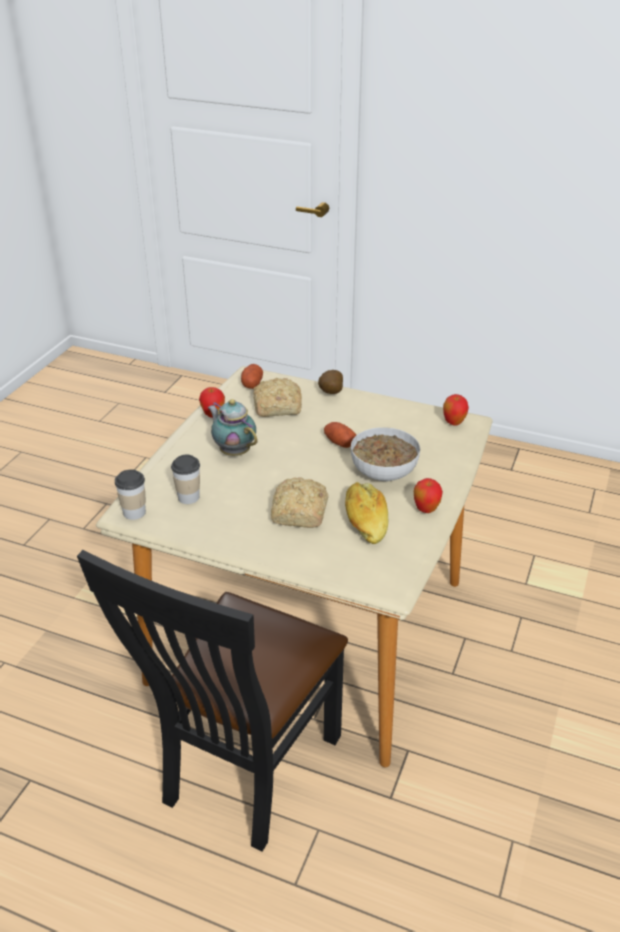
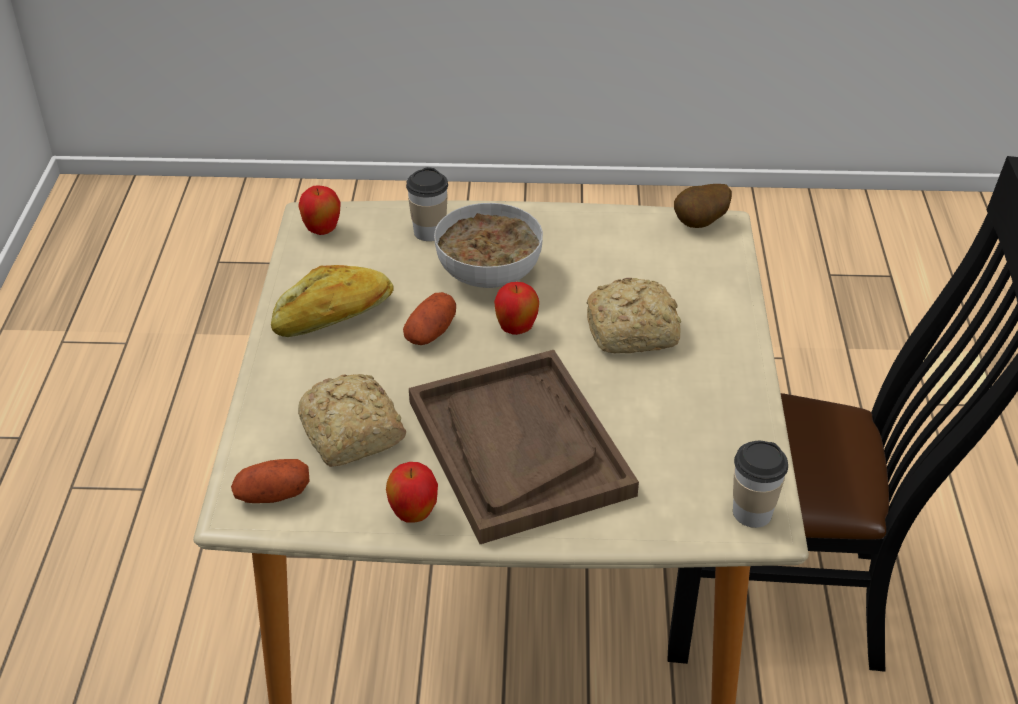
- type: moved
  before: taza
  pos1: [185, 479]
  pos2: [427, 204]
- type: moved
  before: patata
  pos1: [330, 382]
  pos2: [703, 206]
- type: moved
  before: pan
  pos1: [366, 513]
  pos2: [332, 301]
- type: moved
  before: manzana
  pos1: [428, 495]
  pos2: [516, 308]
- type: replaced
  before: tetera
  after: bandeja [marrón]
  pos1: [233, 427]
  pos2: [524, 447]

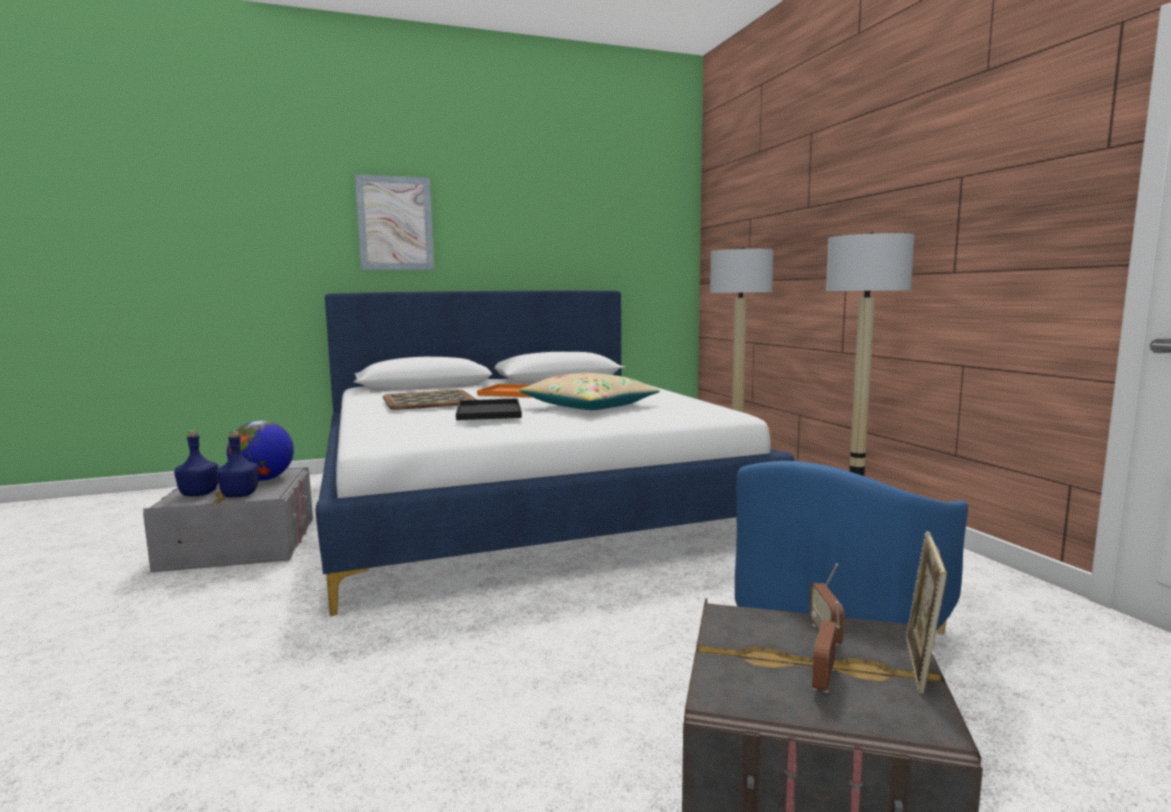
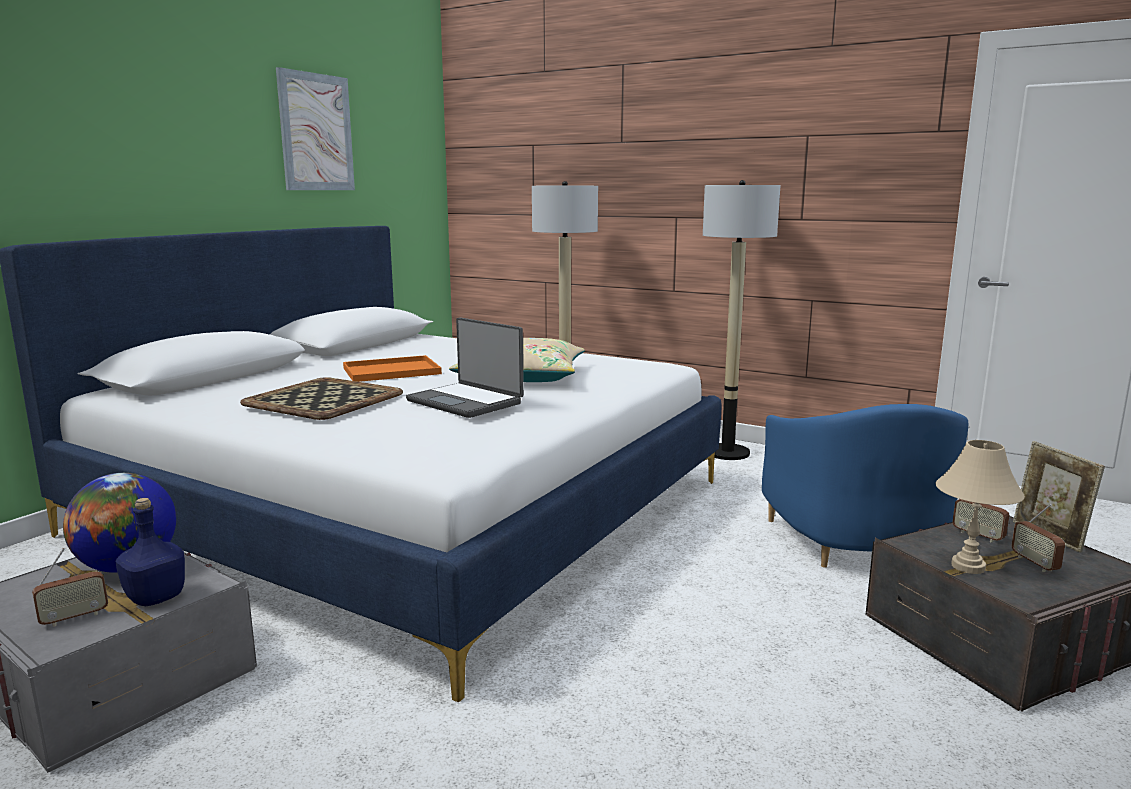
- type: added
  after: lámpara de mesa [beis]
  pos2: [980, 507]
- type: moved
  before: cuadro
  pos1: [394, 222]
  pos2: [315, 128]
- type: replaced
  before: botella [azul]
  after: radio
  pos1: [196, 463]
  pos2: [70, 587]
- type: replaced
  before: bandeja [negro]
  after: portátil
  pos1: [489, 409]
  pos2: [465, 367]

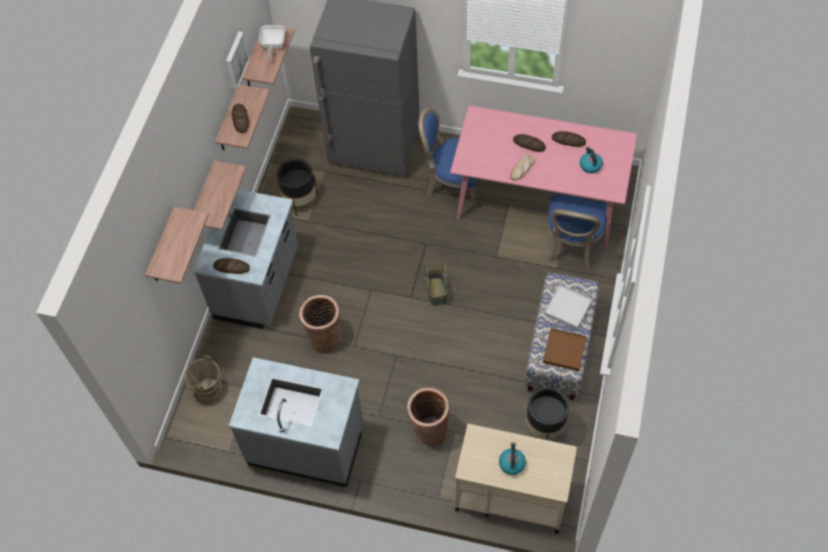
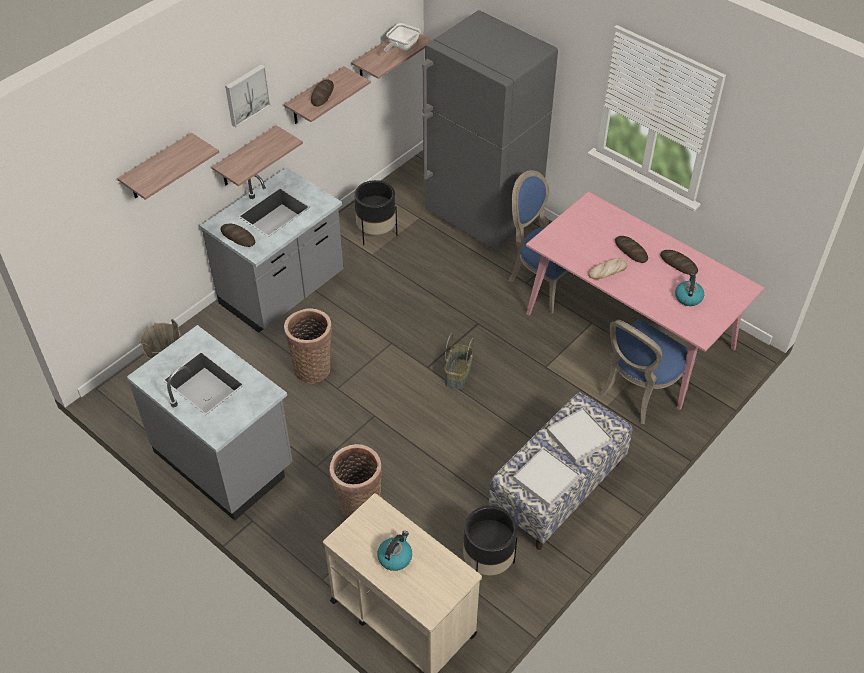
- type: moved
  before: cuadro
  pos1: [238, 60]
  pos2: [248, 95]
- type: recoloured
  before: bandeja [marrón]
  after: bandeja [blanco]
  pos1: [565, 349]
  pos2: [546, 477]

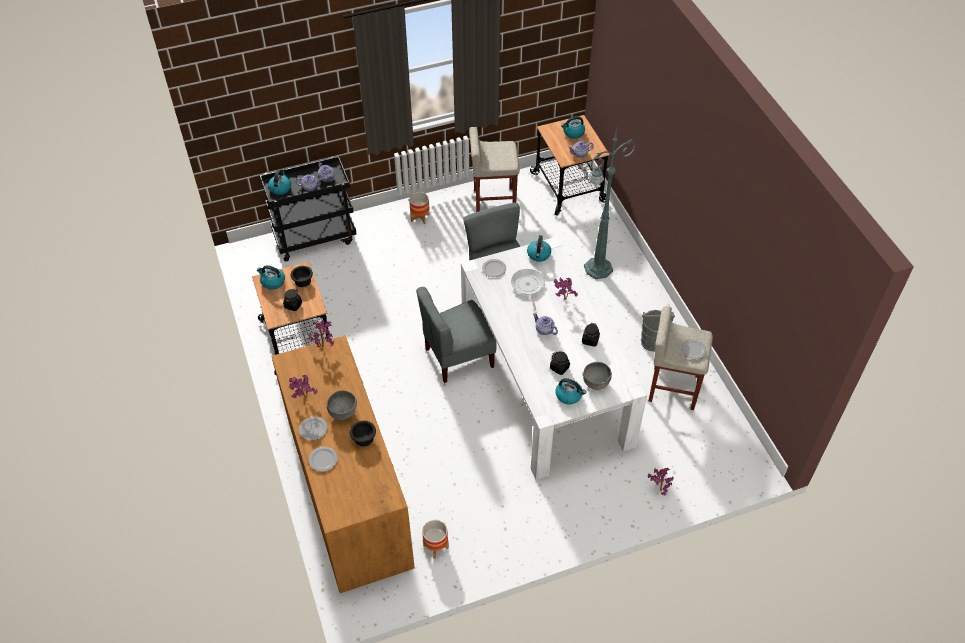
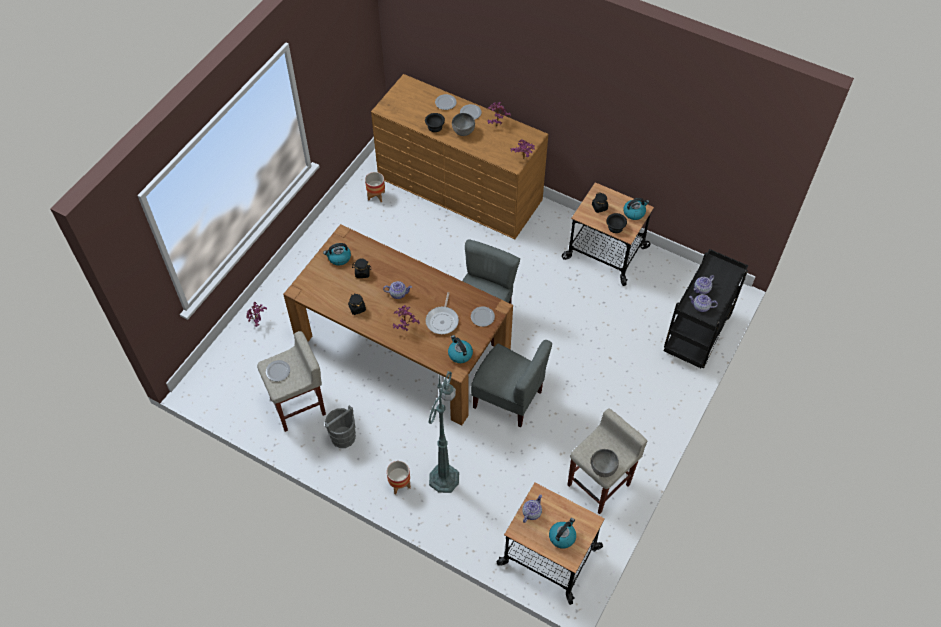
- type: removed
  before: hervidor
  pos1: [279, 182]
- type: moved
  before: maceta
  pos1: [419, 208]
  pos2: [399, 477]
- type: moved
  before: cuenco [gris]
  pos1: [597, 376]
  pos2: [605, 463]
- type: recoloured
  before: mesa de comedor [blanco]
  after: mesa de comedor [marrón]
  pos1: [554, 358]
  pos2: [398, 325]
- type: turned
  before: sartén
  pos1: [528, 289]
  pos2: [442, 313]
  turn: 60

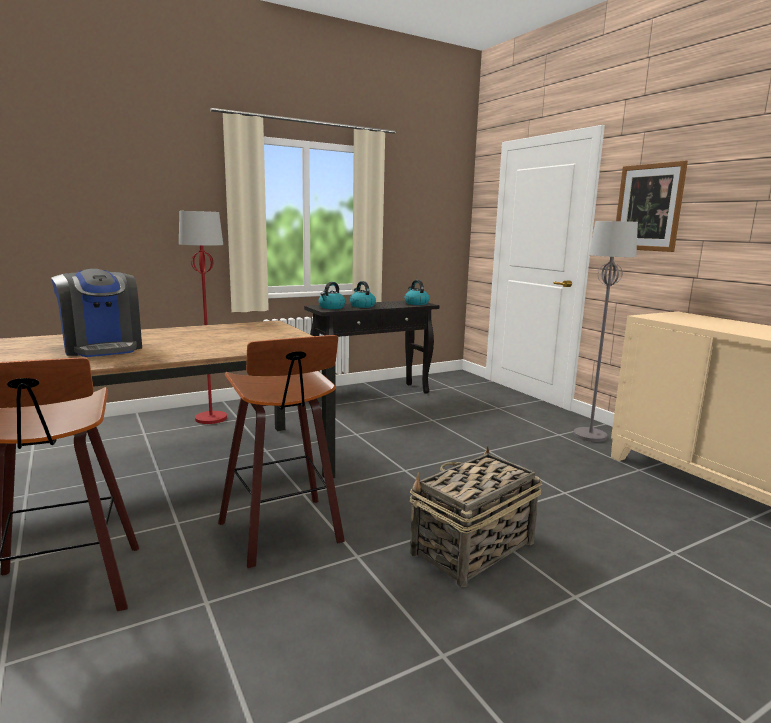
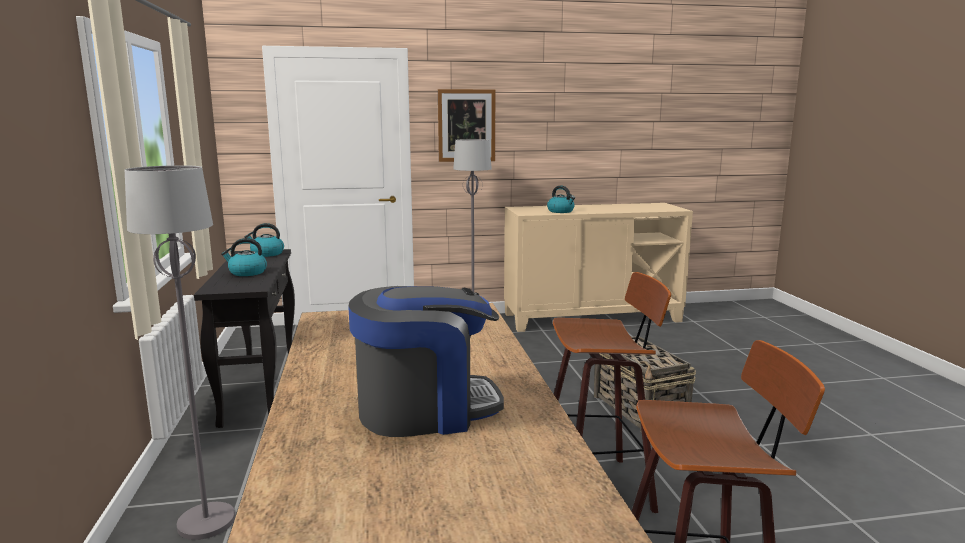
- type: moved
  before: hervidor
  pos1: [331, 295]
  pos2: [561, 199]
- type: recoloured
  before: lámpara de pie [rojo]
  after: lámpara de pie [gris]
  pos1: [203, 317]
  pos2: [180, 352]

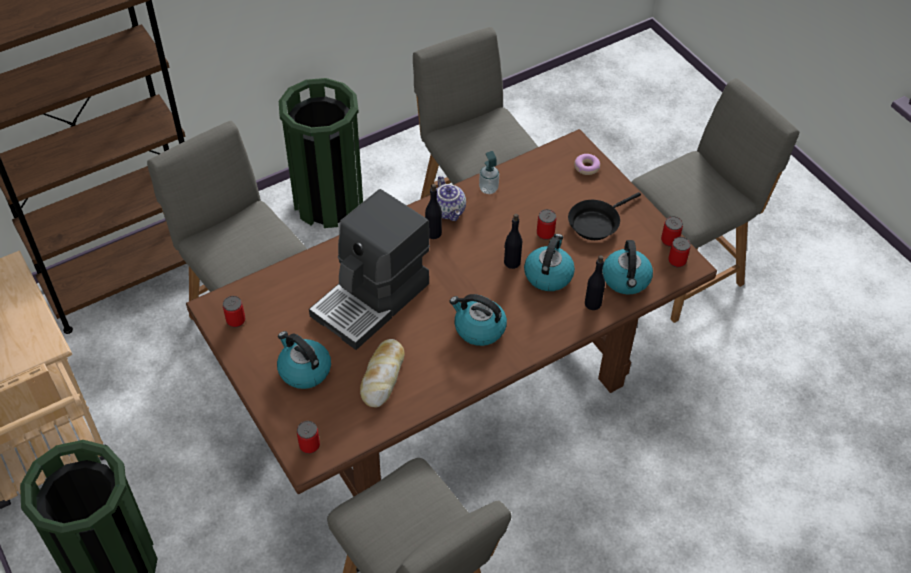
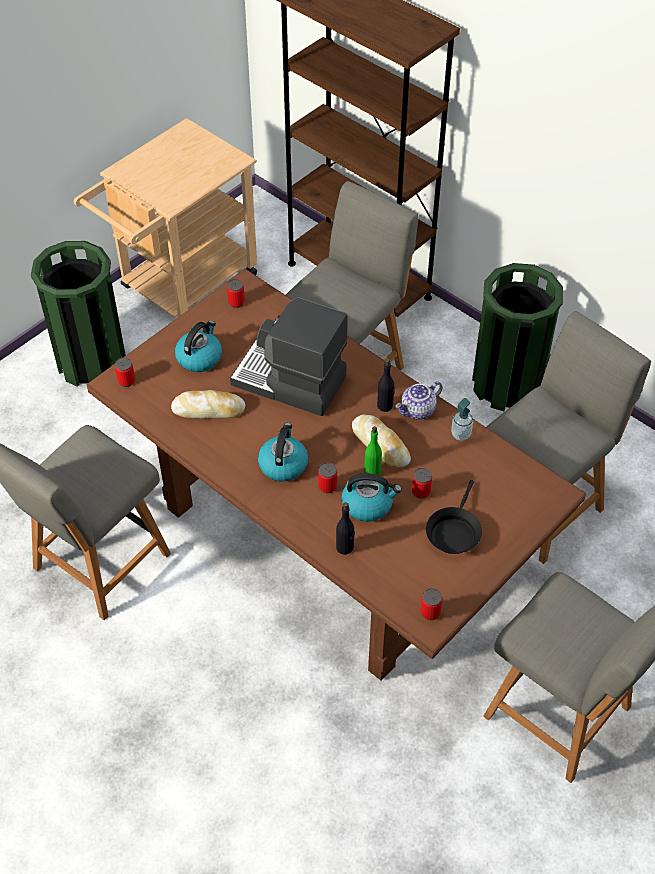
- type: removed
  before: rosquilla
  pos1: [587, 164]
- type: removed
  before: hervidor
  pos1: [627, 267]
- type: added
  after: pan
  pos2: [381, 441]
- type: moved
  before: lata
  pos1: [672, 231]
  pos2: [327, 477]
- type: recoloured
  before: botella [negro]
  after: botella [verde]
  pos1: [513, 241]
  pos2: [373, 450]
- type: turned
  before: sartén [negro]
  pos1: [604, 216]
  pos2: [454, 517]
  turn: -105

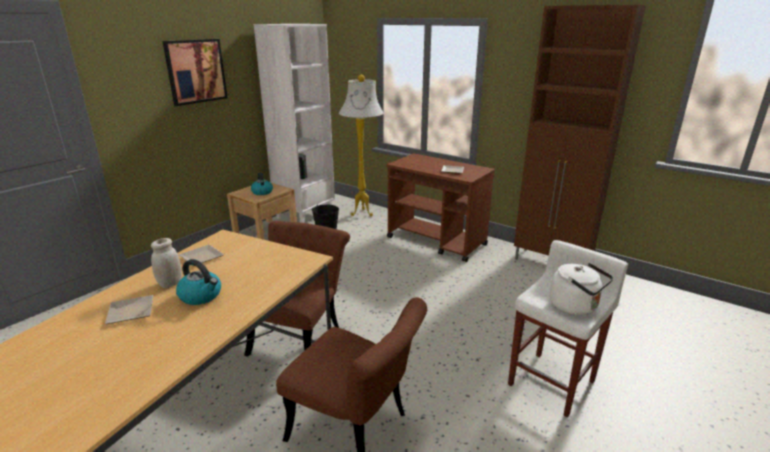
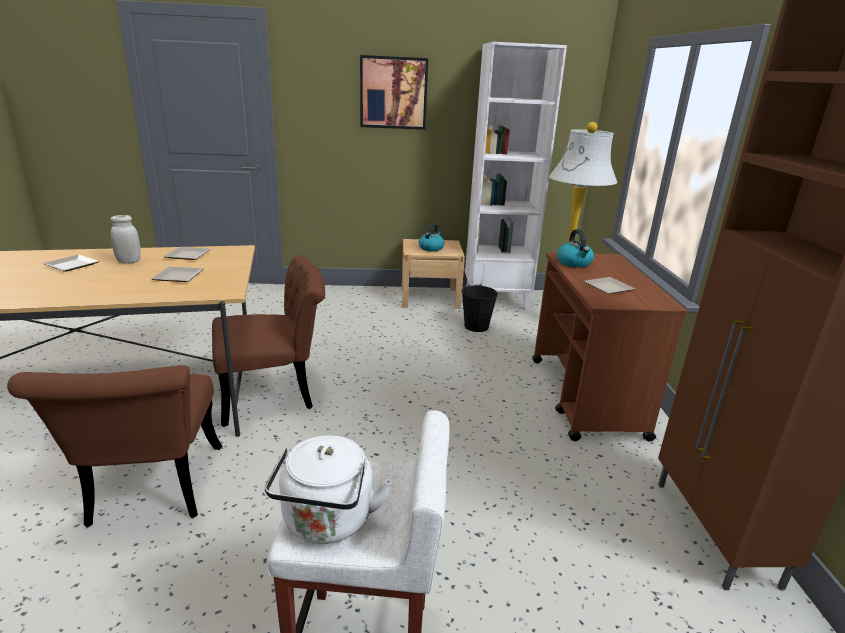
- type: added
  after: plato
  pos2: [177, 274]
- type: moved
  before: hervidor
  pos1: [198, 282]
  pos2: [575, 248]

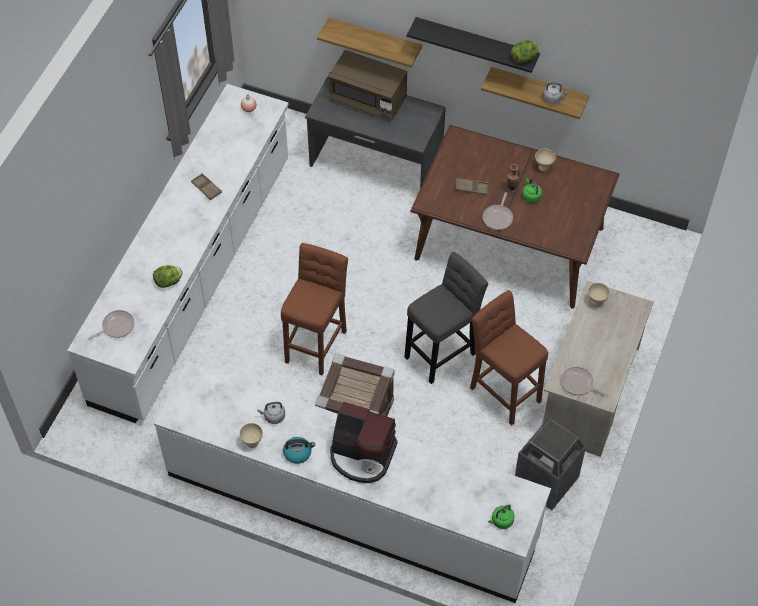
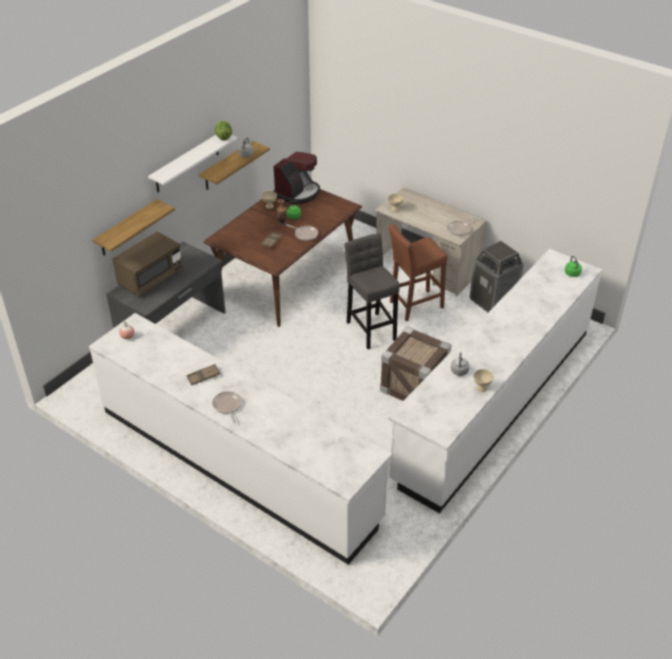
- type: removed
  before: lechuga
  pos1: [168, 276]
- type: removed
  before: taburete [marrón]
  pos1: [314, 309]
- type: removed
  before: hervidor
  pos1: [299, 450]
- type: moved
  before: sartén
  pos1: [111, 325]
  pos2: [227, 407]
- type: moved
  before: cafetera
  pos1: [364, 442]
  pos2: [296, 178]
- type: recoloured
  before: estante [negro]
  after: estante [blanco]
  pos1: [473, 45]
  pos2: [192, 164]

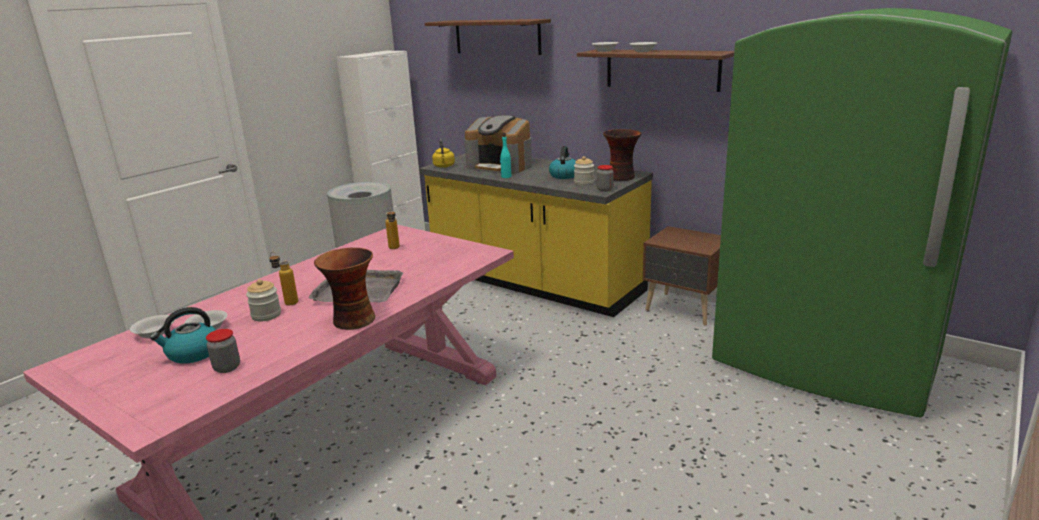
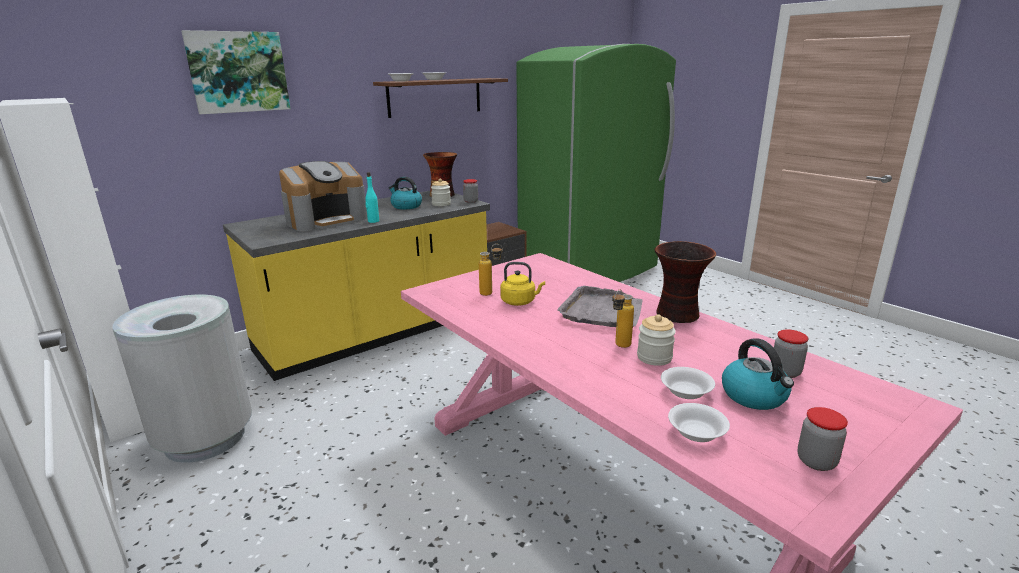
- type: added
  after: tarro
  pos2: [822, 439]
- type: moved
  before: hervidor [amarillo]
  pos1: [443, 153]
  pos2: [522, 284]
- type: replaced
  before: estante [marrón]
  after: cuadro
  pos1: [488, 37]
  pos2: [235, 72]

